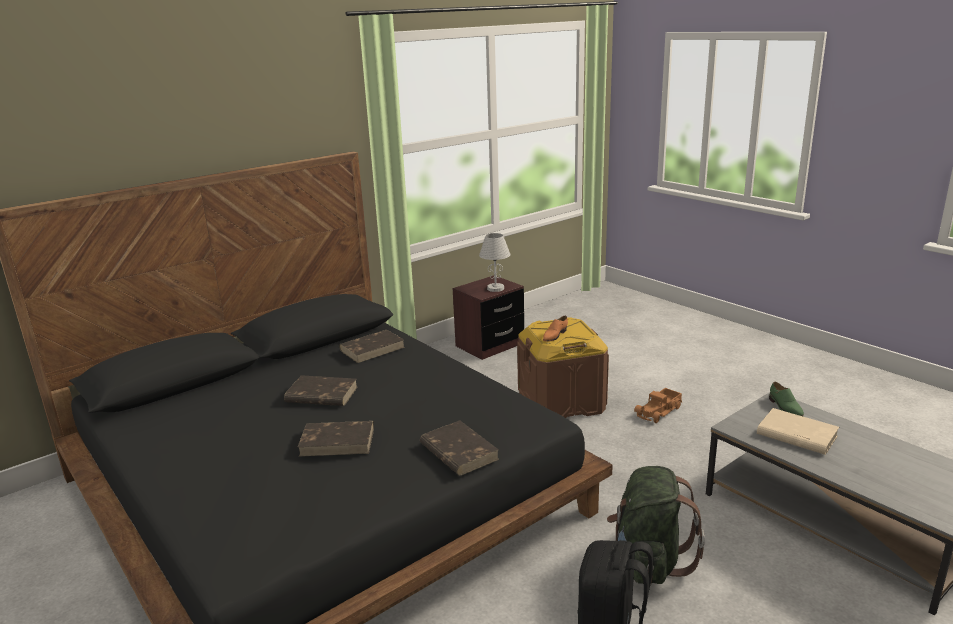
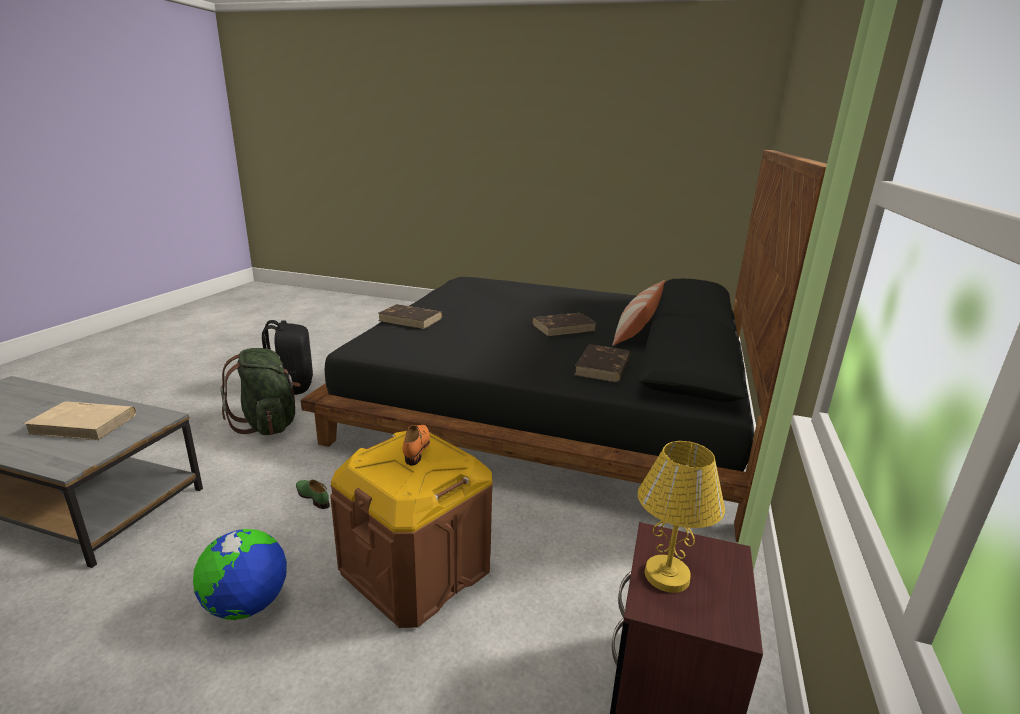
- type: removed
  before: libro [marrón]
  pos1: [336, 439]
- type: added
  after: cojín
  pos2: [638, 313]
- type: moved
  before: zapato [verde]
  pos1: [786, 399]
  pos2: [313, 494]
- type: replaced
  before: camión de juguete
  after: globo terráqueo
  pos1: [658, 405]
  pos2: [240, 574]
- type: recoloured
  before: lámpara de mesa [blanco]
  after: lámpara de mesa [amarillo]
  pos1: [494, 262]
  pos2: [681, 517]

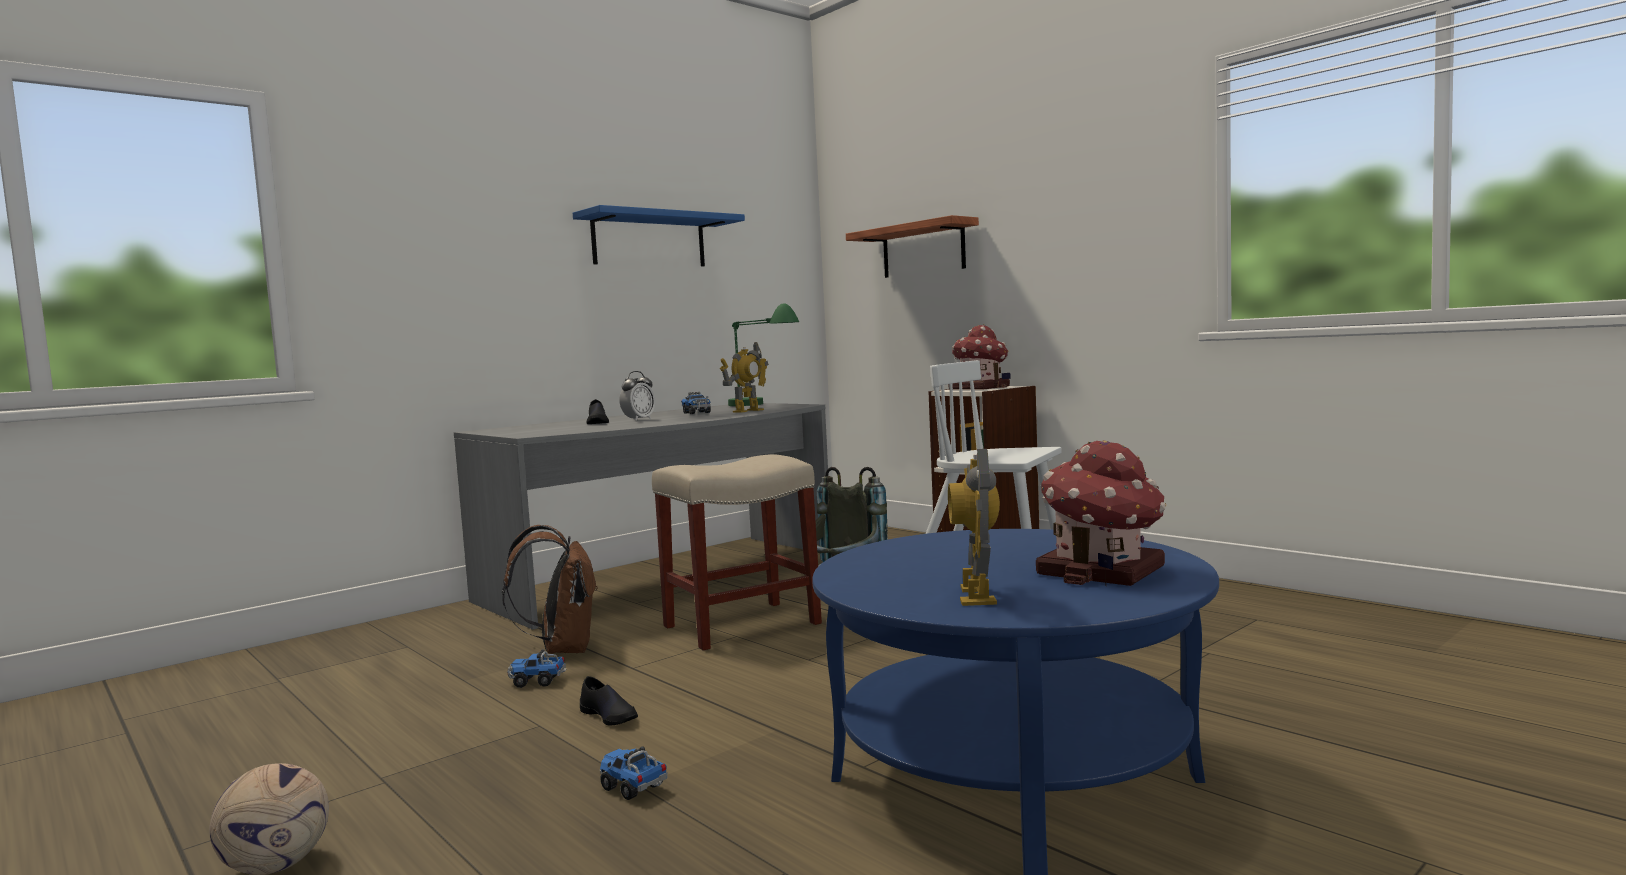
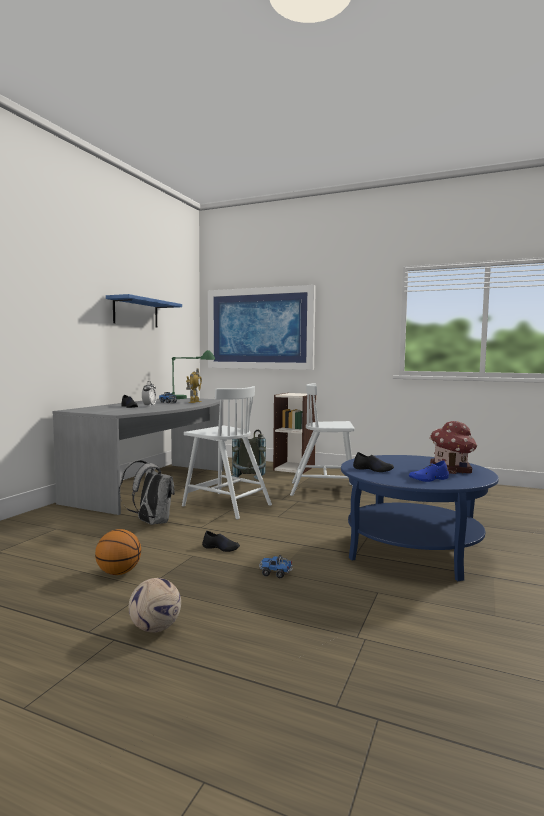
- type: removed
  before: camión de juguete
  pos1: [537, 669]
- type: removed
  before: casita
  pos1: [979, 357]
- type: added
  after: balón de baloncesto
  pos2: [118, 552]
- type: added
  after: zapato [negro]
  pos2: [373, 462]
- type: replaced
  before: taburete [beis]
  after: silla [blanco]
  pos1: [737, 552]
  pos2: [227, 452]
- type: replaced
  before: estante
  after: cuadro
  pos1: [912, 246]
  pos2: [262, 327]
- type: replaced
  before: robot de juguete
  after: zapato [azul]
  pos1: [974, 527]
  pos2: [429, 471]
- type: recoloured
  before: mochila [marrón]
  after: mochila [gris]
  pos1: [550, 589]
  pos2: [147, 492]

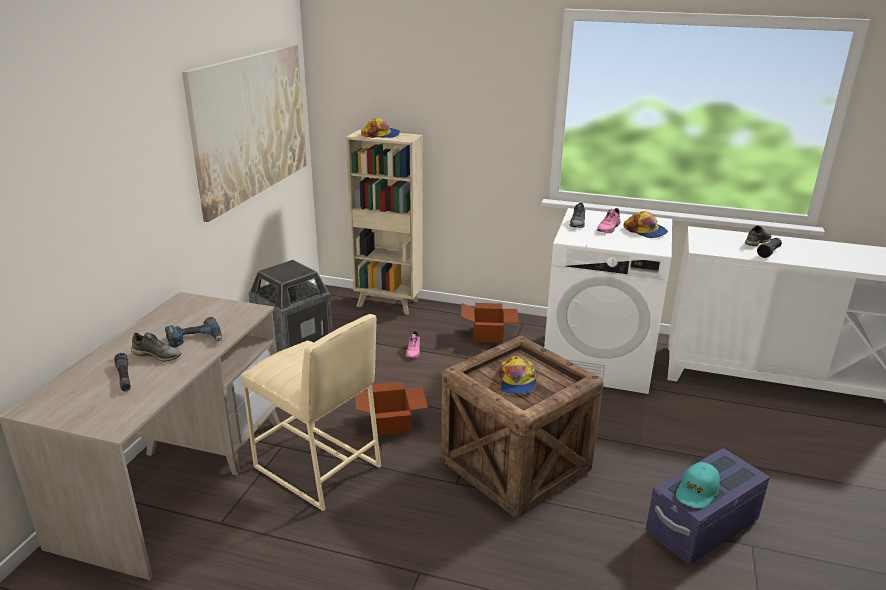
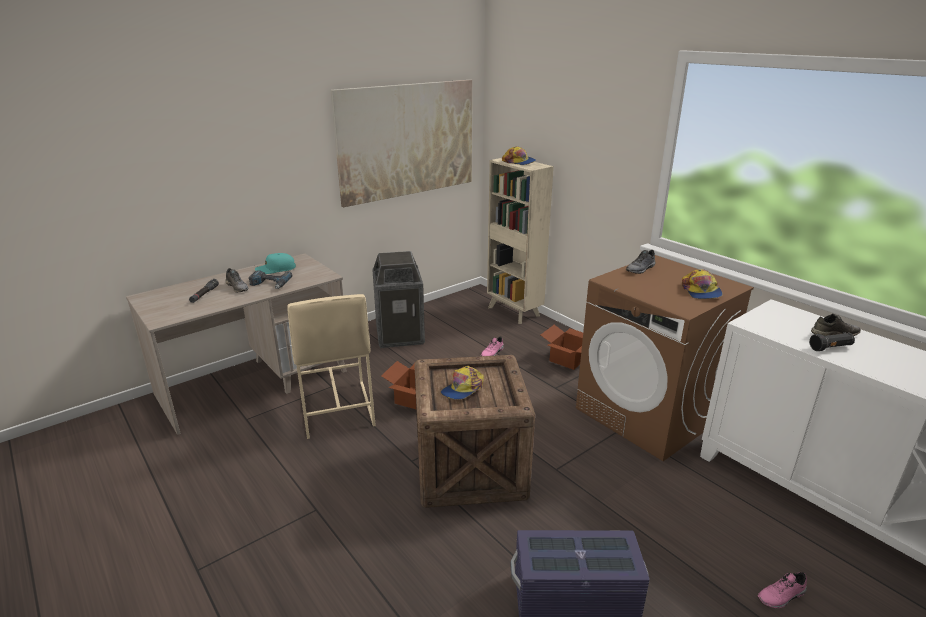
- type: moved
  before: zapato [rosa]
  pos1: [608, 220]
  pos2: [782, 590]
- type: moved
  before: gorra [turquesa]
  pos1: [698, 485]
  pos2: [275, 263]
- type: recoloured
  before: lavadora [blanco]
  after: lavadora [marrón]
  pos1: [608, 301]
  pos2: [665, 358]

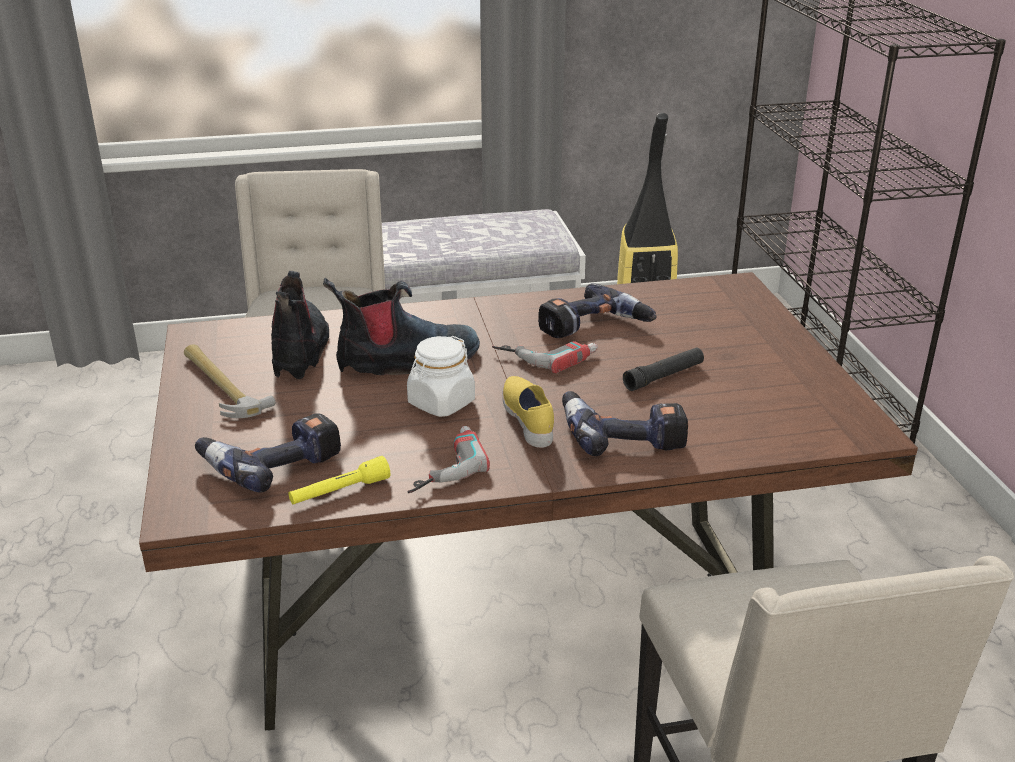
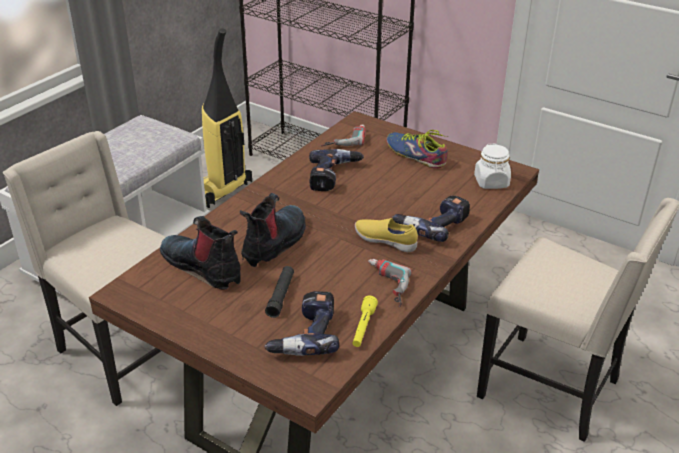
- type: removed
  before: martillo
  pos1: [229, 381]
- type: added
  after: zapato
  pos2: [417, 149]
- type: moved
  before: tarro [blanco]
  pos1: [441, 376]
  pos2: [492, 166]
- type: moved
  before: taladro
  pos1: [545, 357]
  pos2: [343, 135]
- type: moved
  before: linterna [negro]
  pos1: [663, 369]
  pos2: [279, 292]

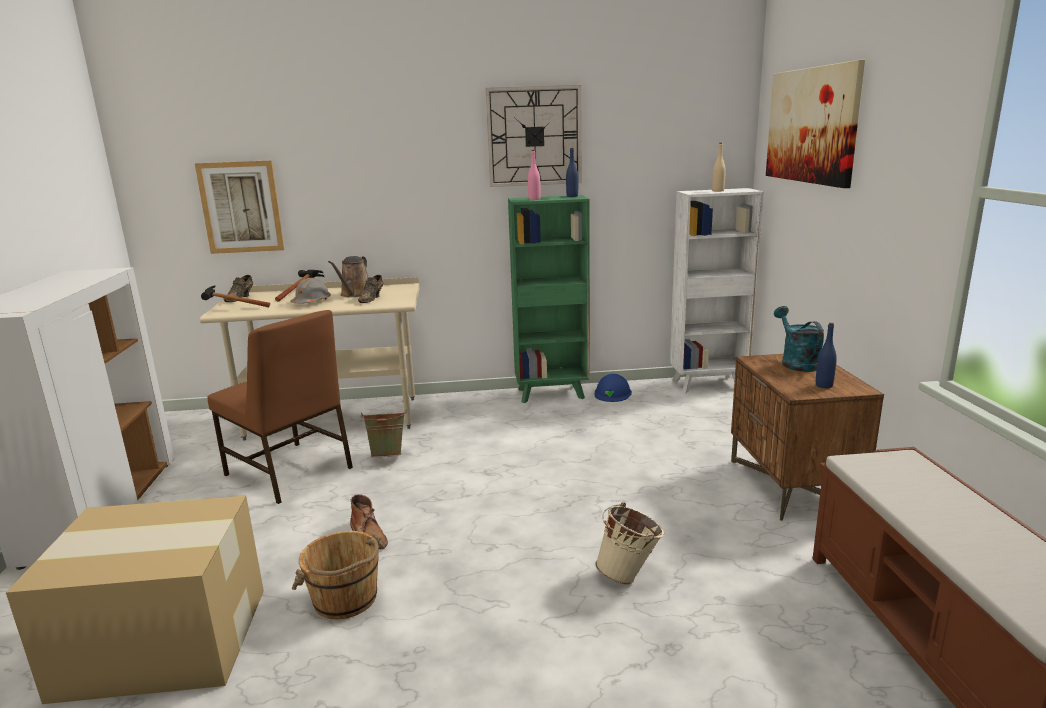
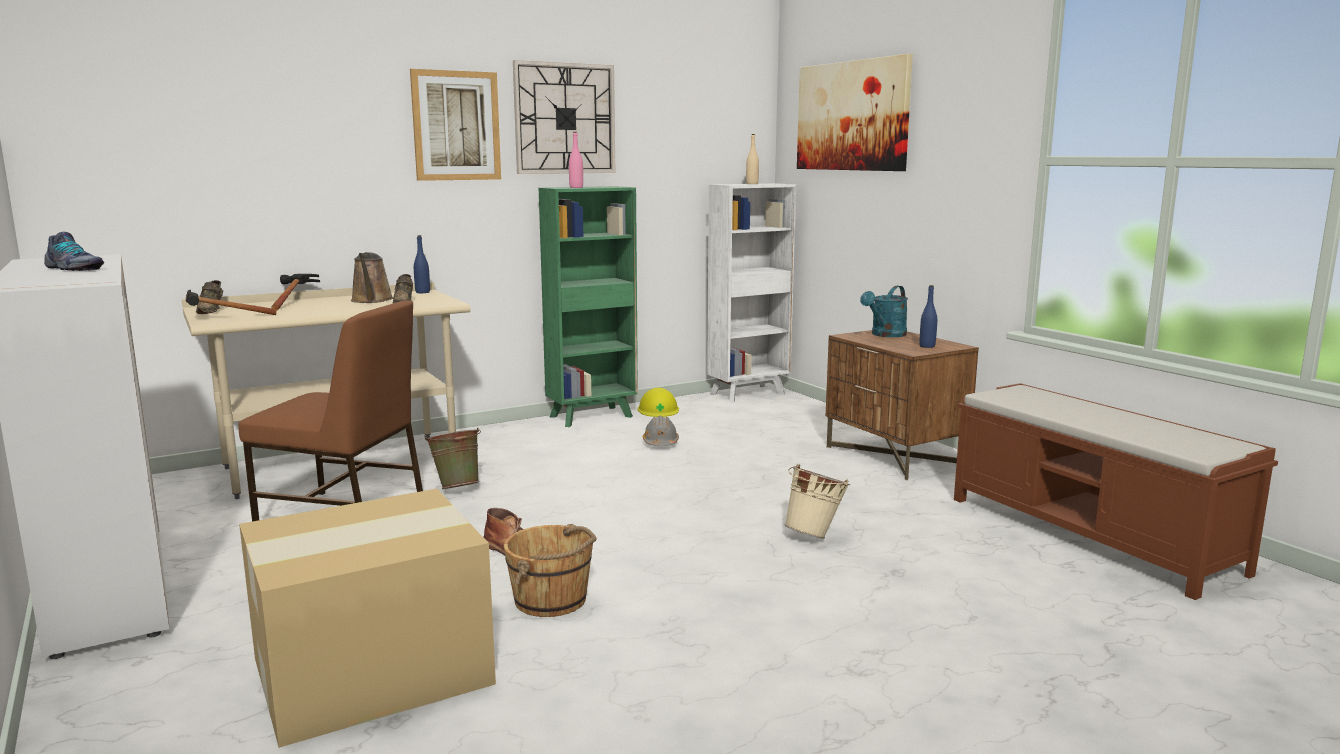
- type: added
  after: zapato
  pos2: [74, 251]
- type: moved
  before: cuadro
  pos1: [240, 207]
  pos2: [455, 125]
- type: moved
  before: casco [gris]
  pos1: [310, 291]
  pos2: [661, 431]
- type: moved
  before: botella [azul]
  pos1: [572, 172]
  pos2: [422, 264]
- type: recoloured
  before: casco [azul]
  after: casco [amarillo]
  pos1: [613, 388]
  pos2: [658, 402]
- type: turned
  before: regadera [turquesa]
  pos1: [799, 339]
  pos2: [884, 311]
  turn: -105

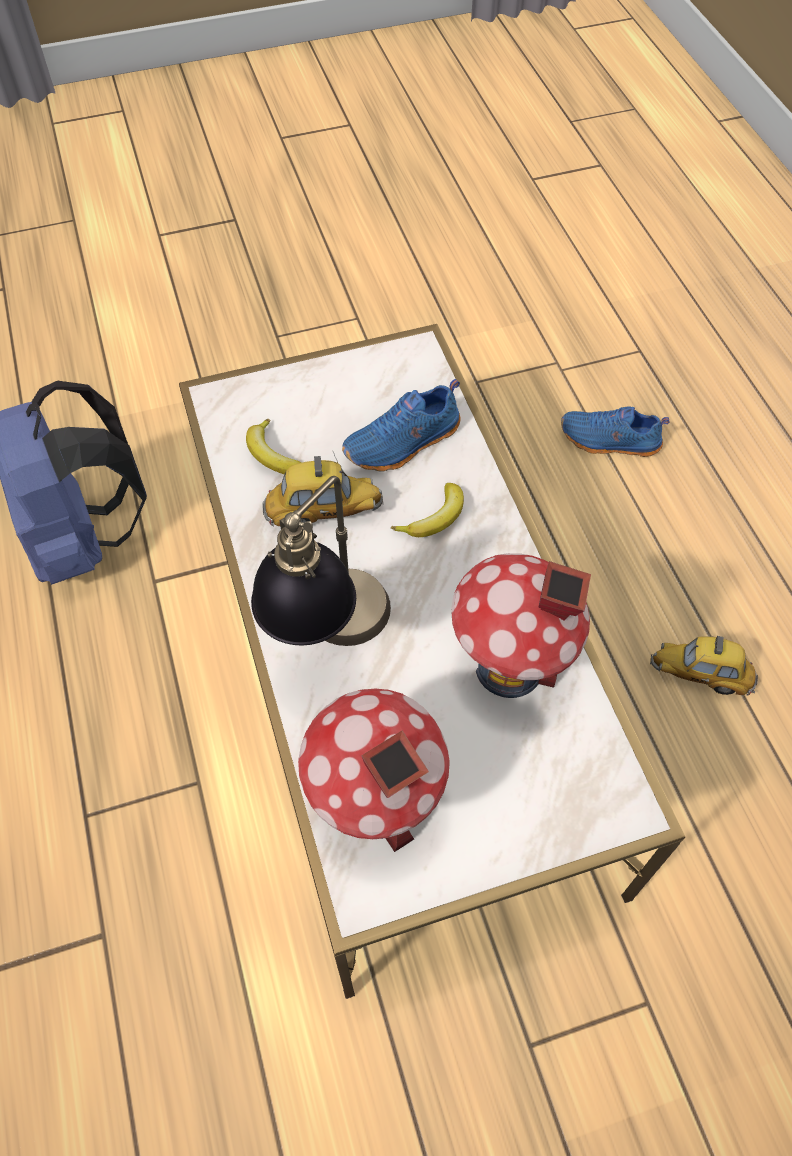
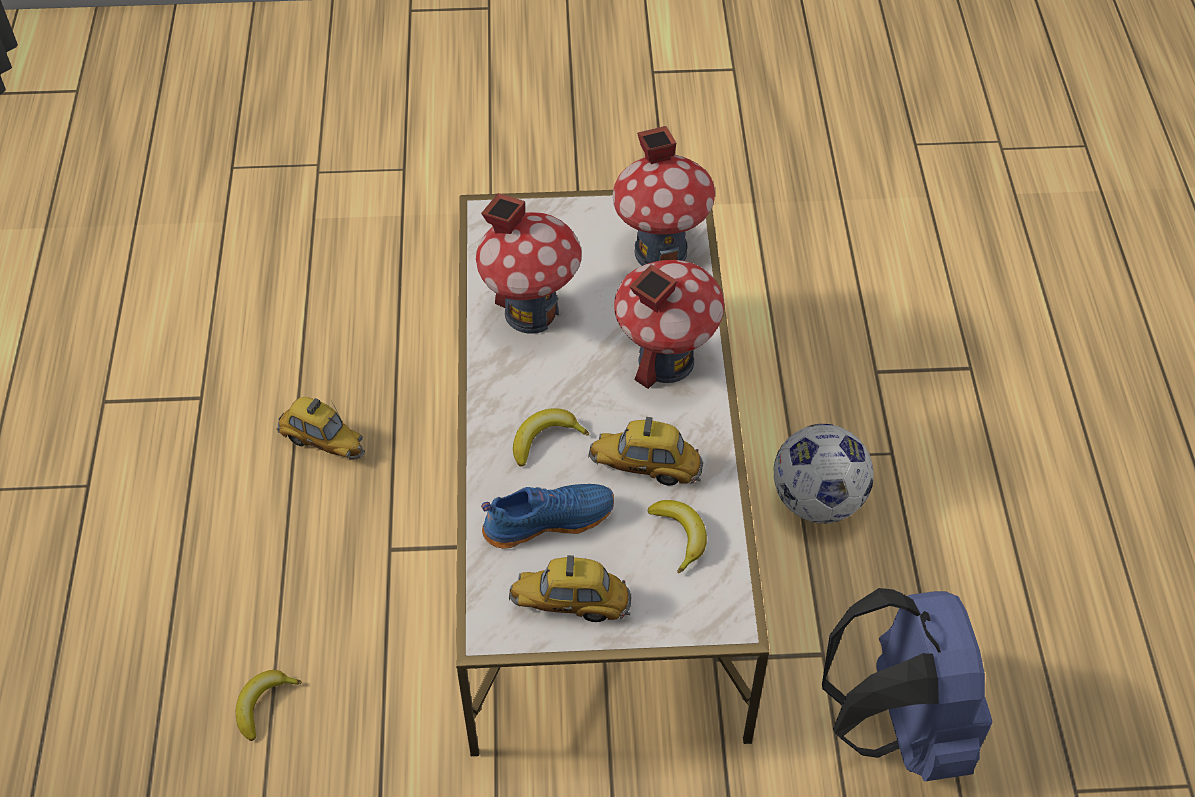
- type: added
  after: coche de juguete
  pos2: [570, 588]
- type: added
  after: balón de fútbol
  pos2: [824, 473]
- type: replaced
  before: lámpara de mesa
  after: casita
  pos1: [321, 561]
  pos2: [669, 324]
- type: replaced
  before: zapato [azul]
  after: plátano
  pos1: [615, 431]
  pos2: [269, 705]

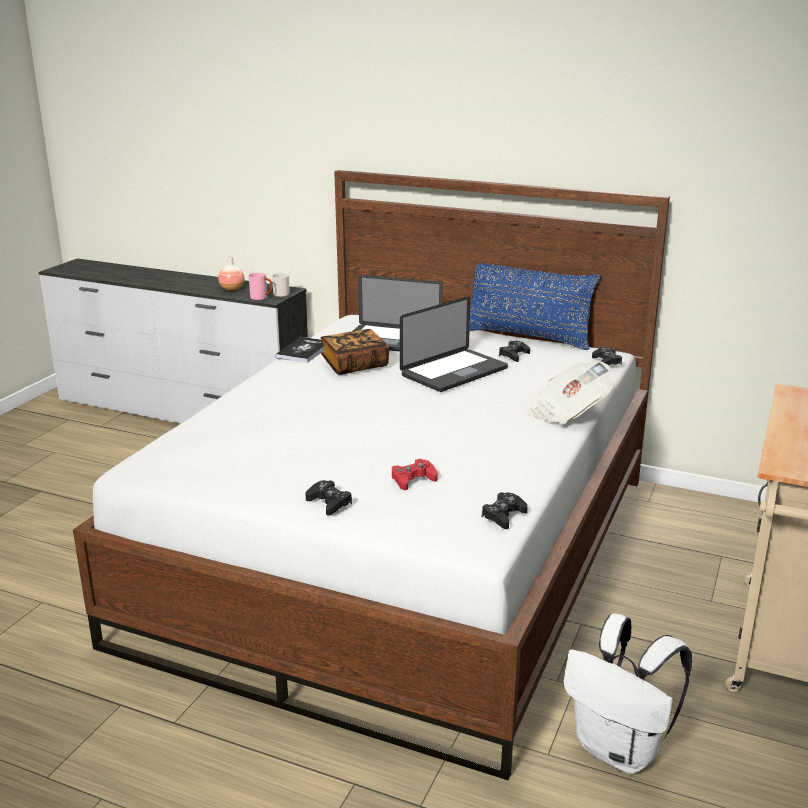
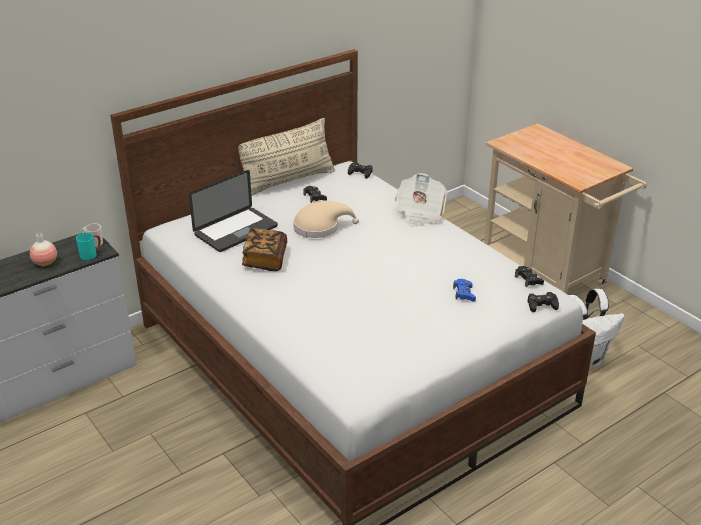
- type: removed
  before: libro
  pos1: [299, 350]
- type: moved
  before: mando de consola [negro]
  pos1: [329, 498]
  pos2: [543, 302]
- type: replaced
  before: portátil
  after: sombrero [beis]
  pos1: [454, 344]
  pos2: [326, 219]
- type: recoloured
  before: taza grande [rosa]
  after: taza grande [turquesa]
  pos1: [260, 286]
  pos2: [88, 246]
- type: recoloured
  before: mando de consola [rojo]
  after: mando de consola [azul]
  pos1: [415, 474]
  pos2: [464, 290]
- type: recoloured
  before: cojín [azul]
  after: cojín [beis]
  pos1: [534, 307]
  pos2: [286, 157]

